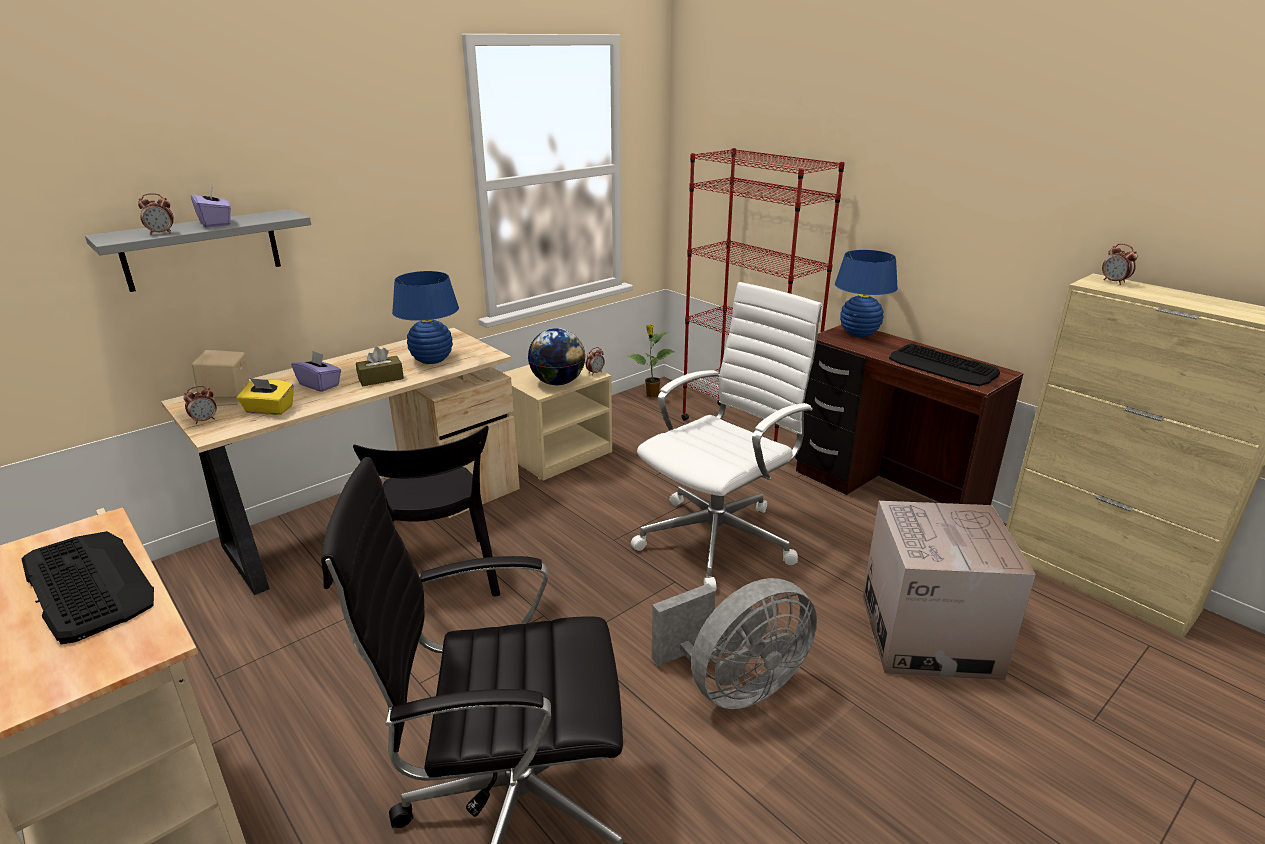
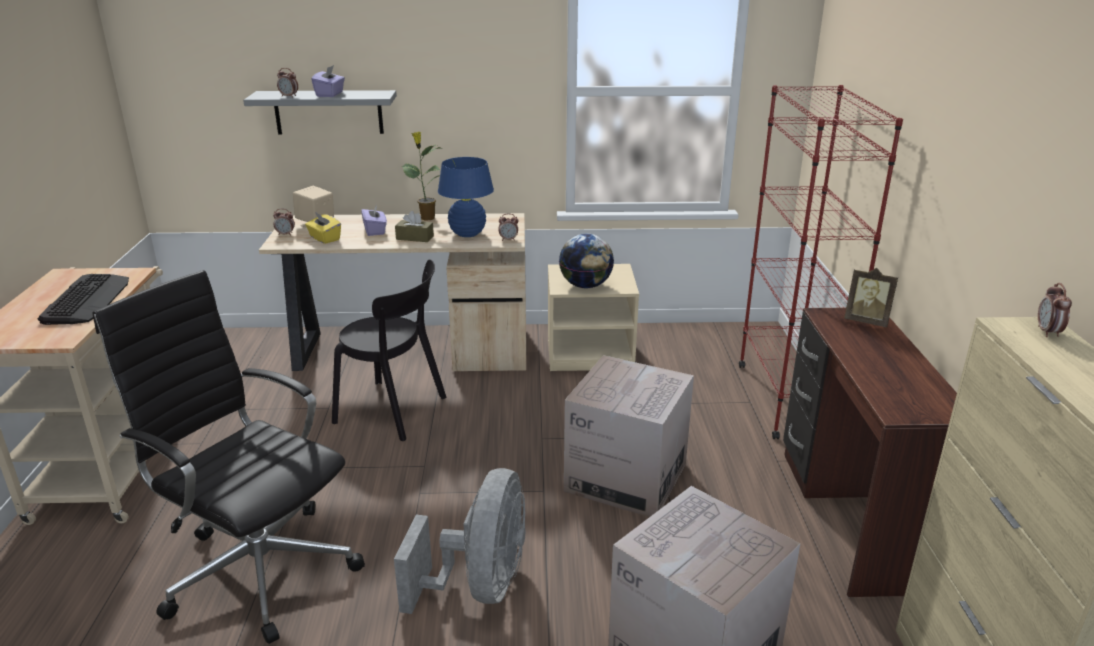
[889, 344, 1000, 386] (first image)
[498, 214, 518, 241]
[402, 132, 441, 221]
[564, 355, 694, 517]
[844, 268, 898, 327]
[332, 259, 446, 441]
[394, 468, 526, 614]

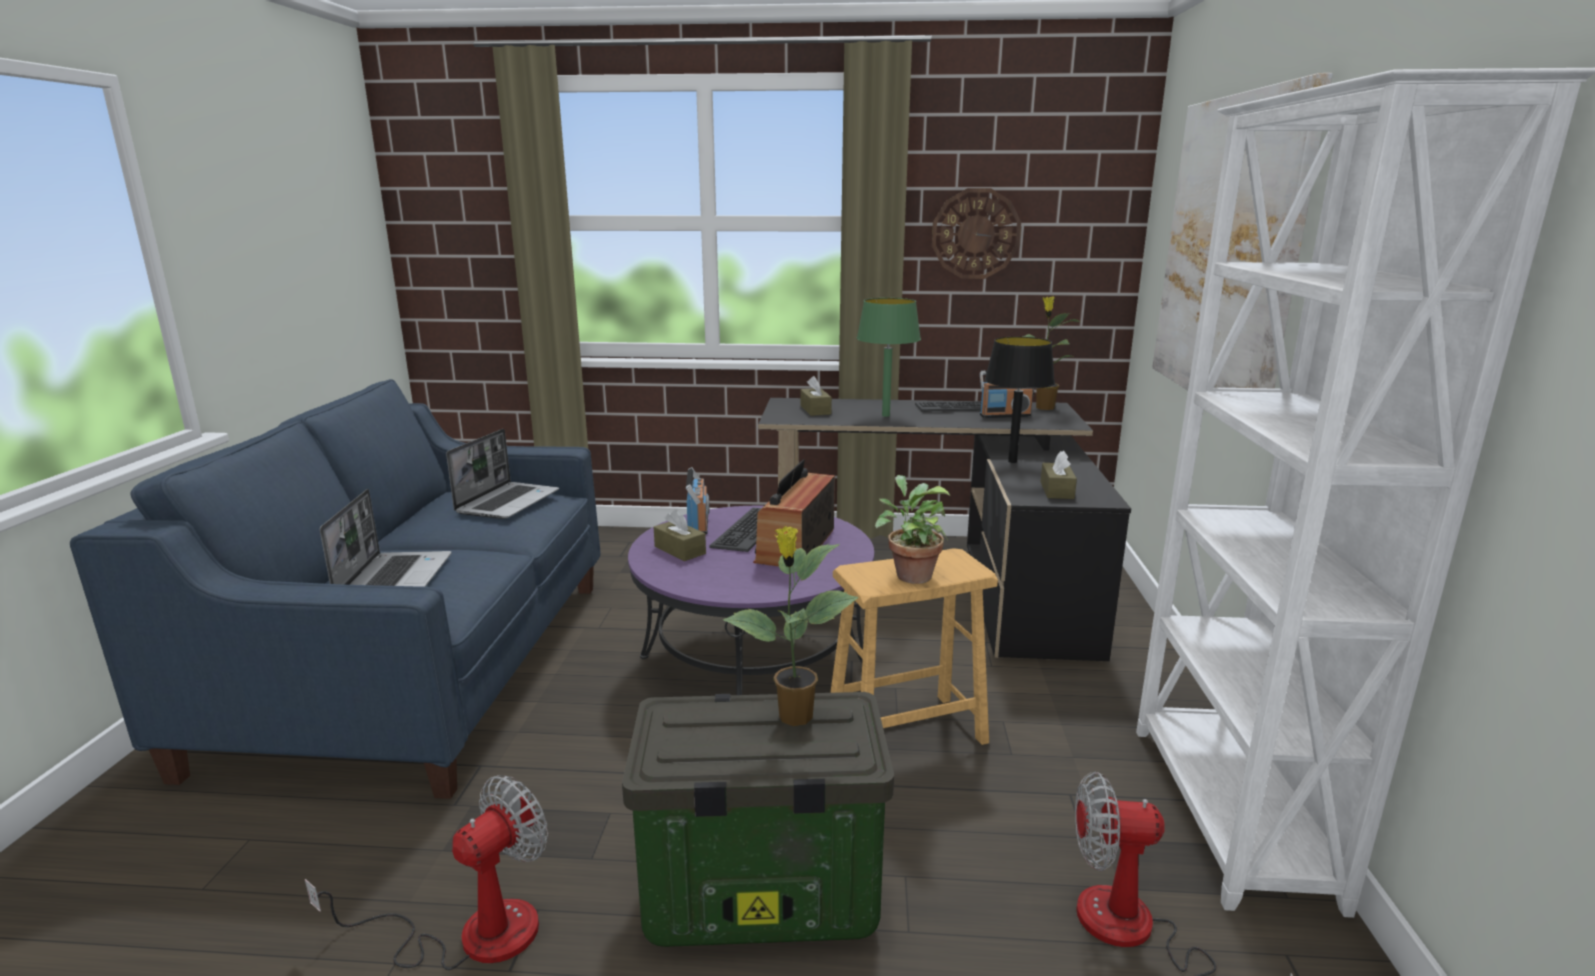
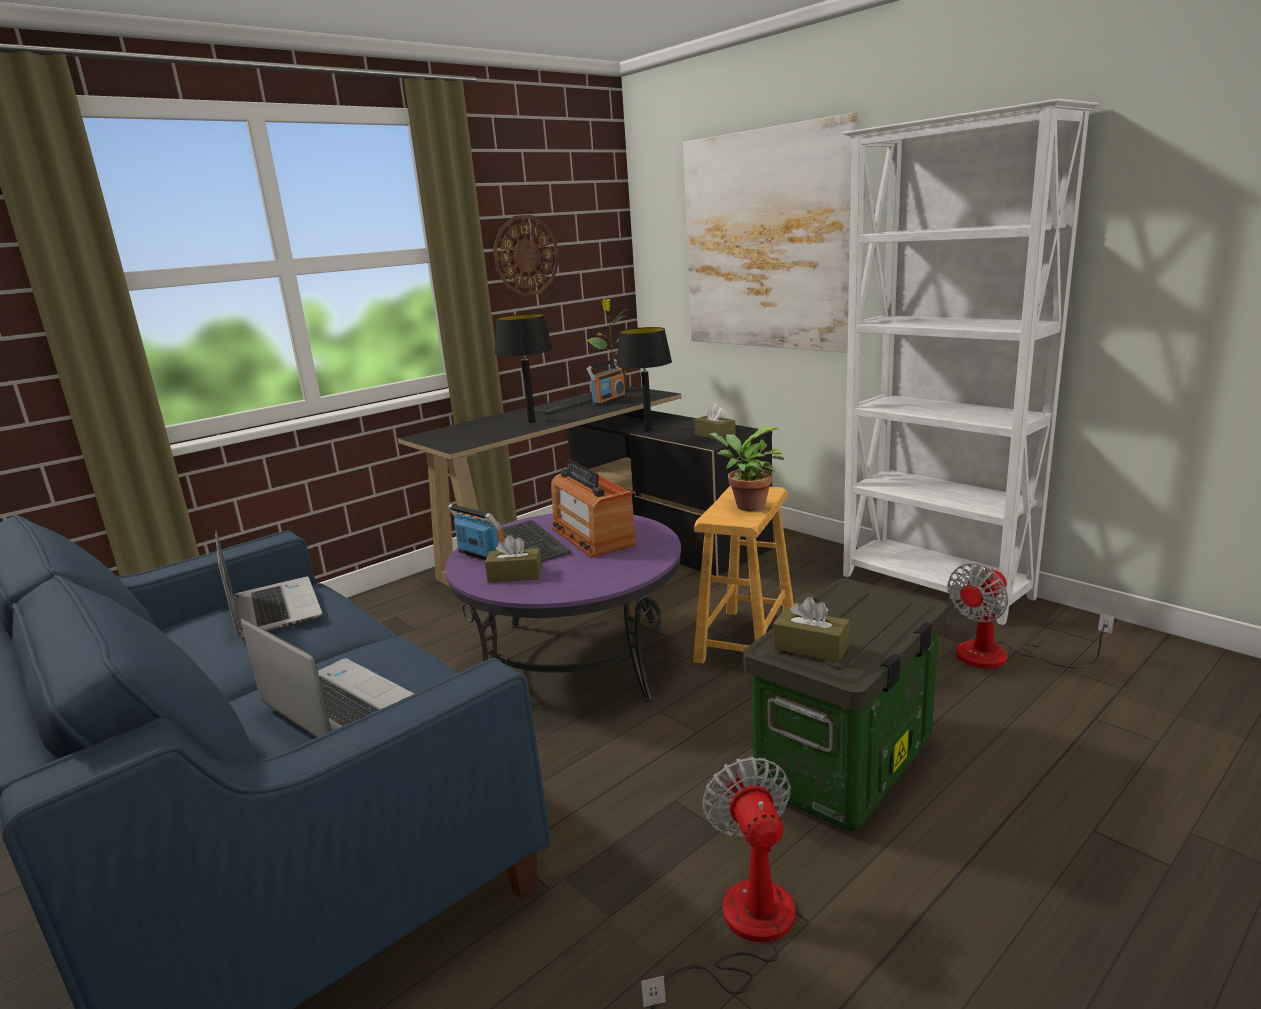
[722, 526, 859, 726] (first image)
[773, 597, 850, 662]
[494, 314, 553, 423]

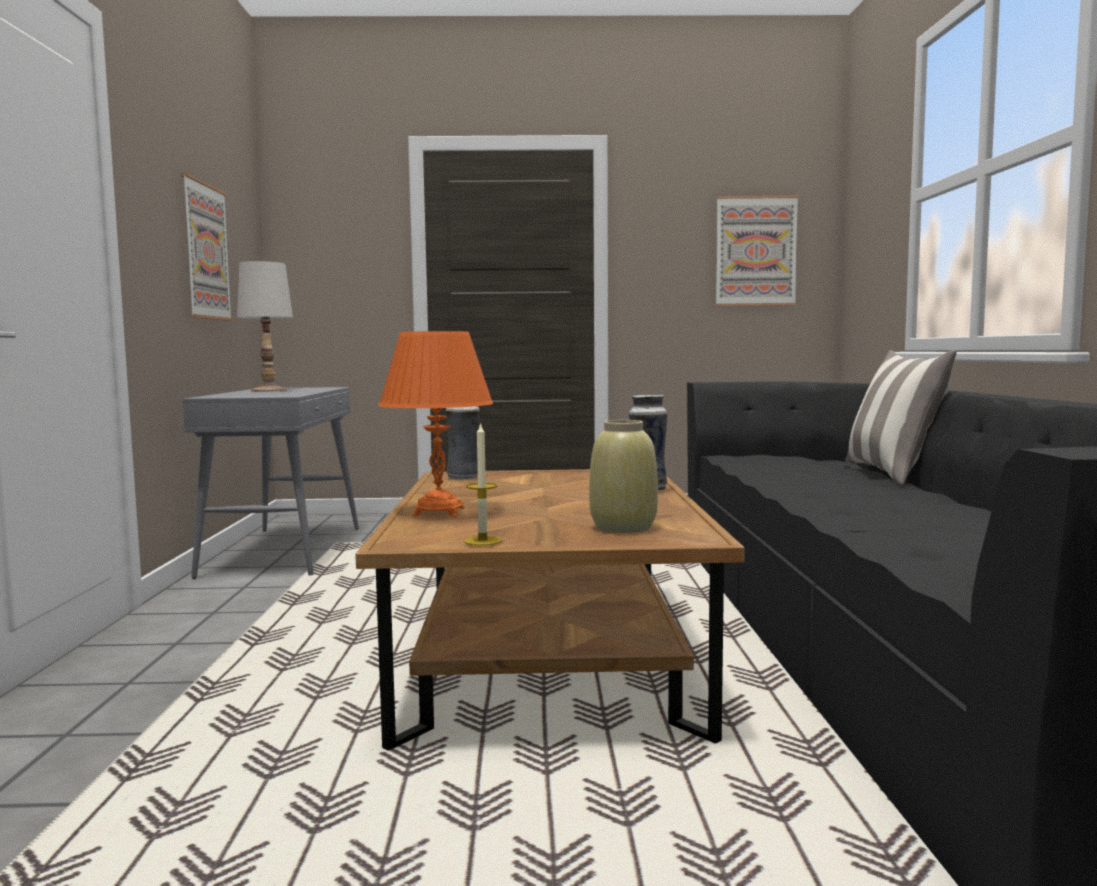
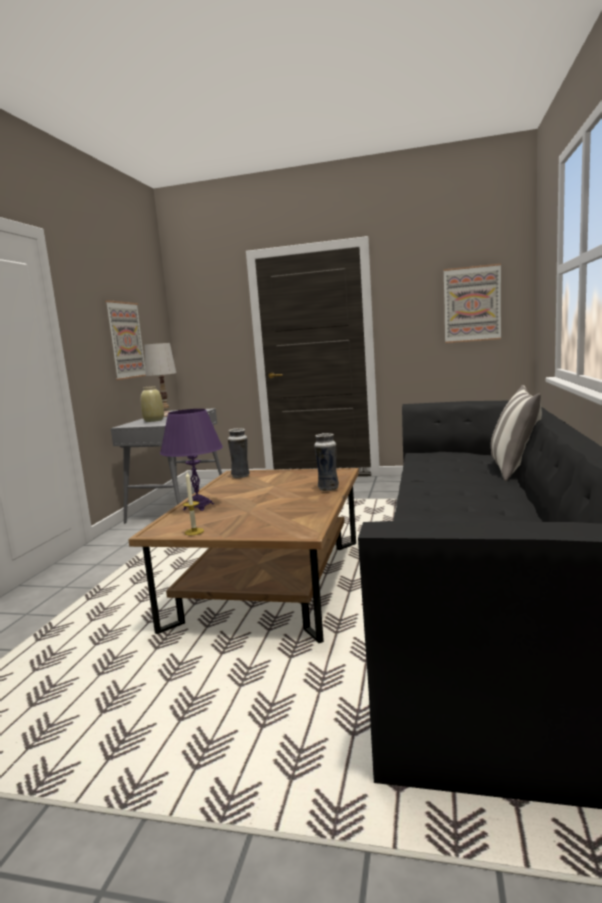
[141, 386, 164, 422]
[160, 409, 223, 511]

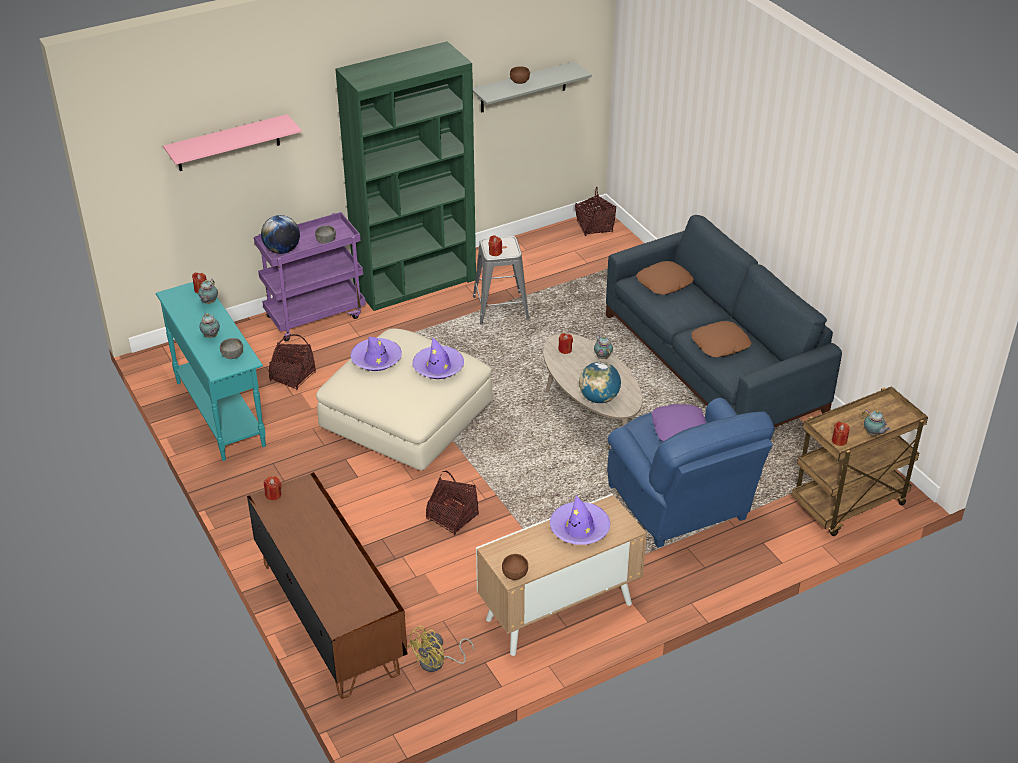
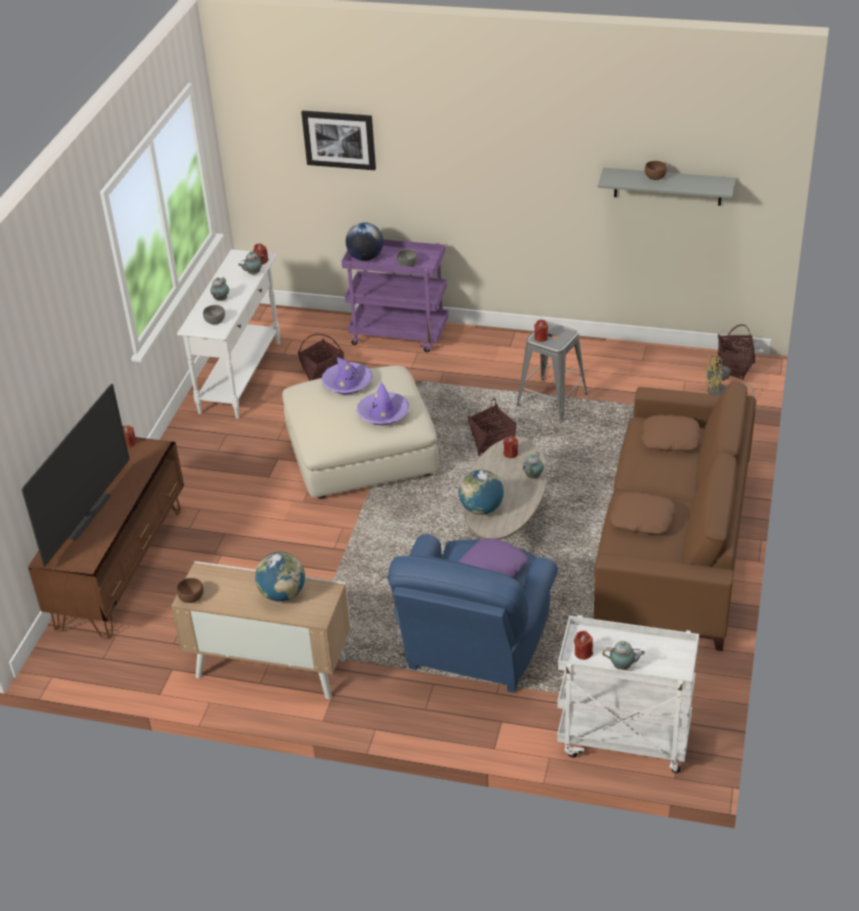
[335, 41, 476, 311] (first image)
[21, 384, 130, 566]
[704, 355, 754, 396]
[468, 398, 516, 456]
[301, 111, 376, 170]
[255, 552, 305, 602]
[177, 249, 280, 419]
[594, 381, 756, 651]
[557, 615, 699, 773]
[602, 641, 645, 670]

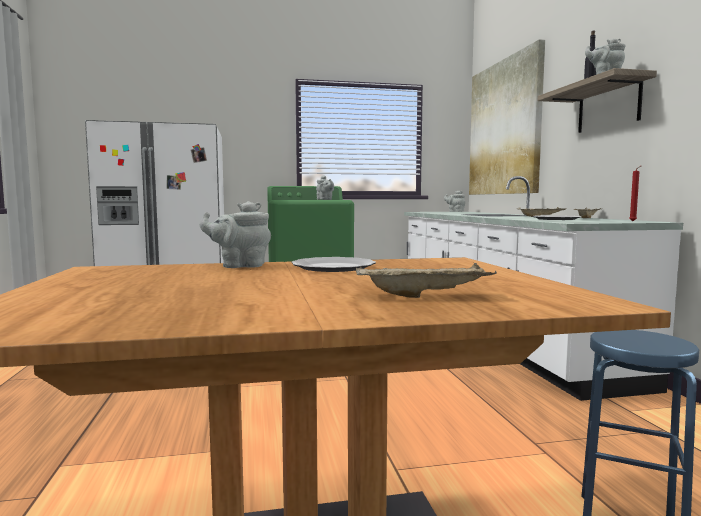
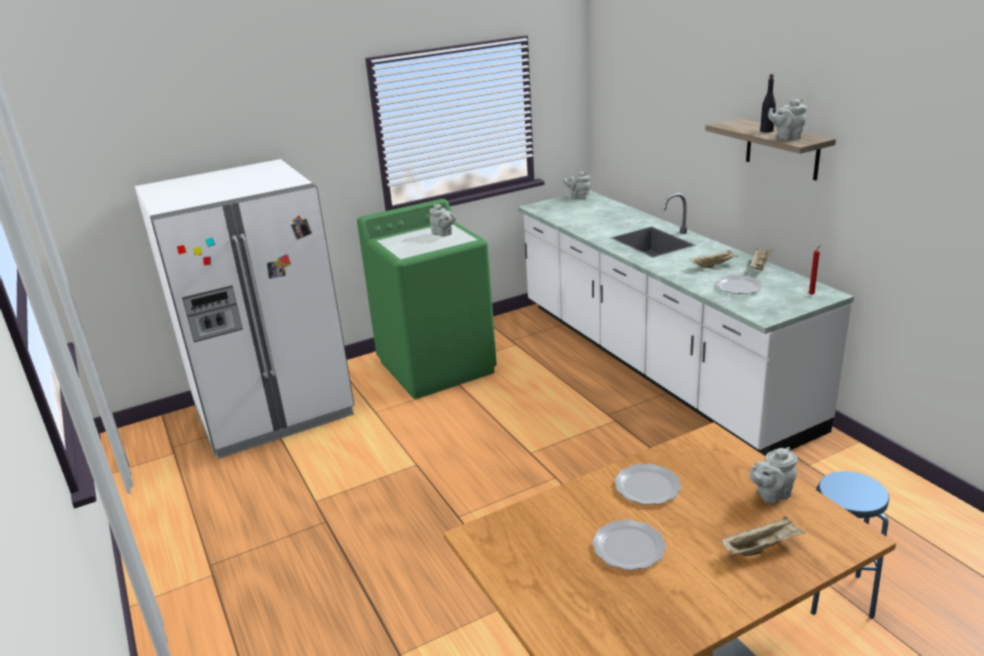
[469, 39, 545, 195] (first image)
[592, 520, 666, 570]
[750, 447, 798, 504]

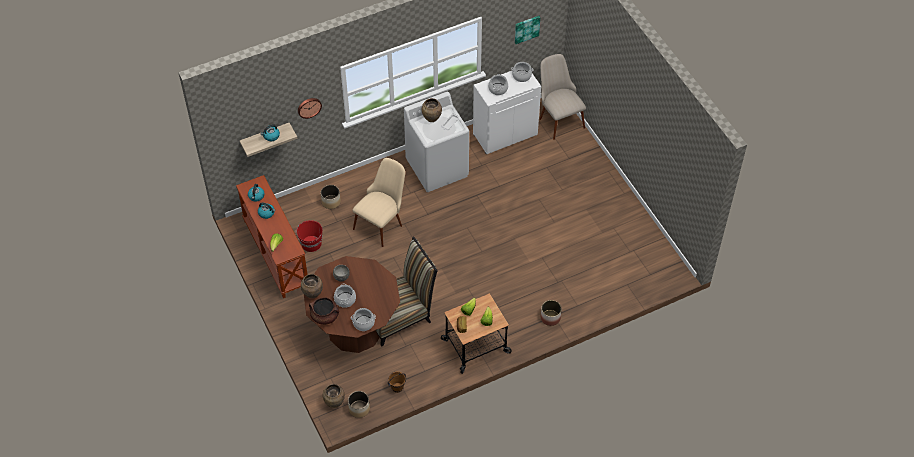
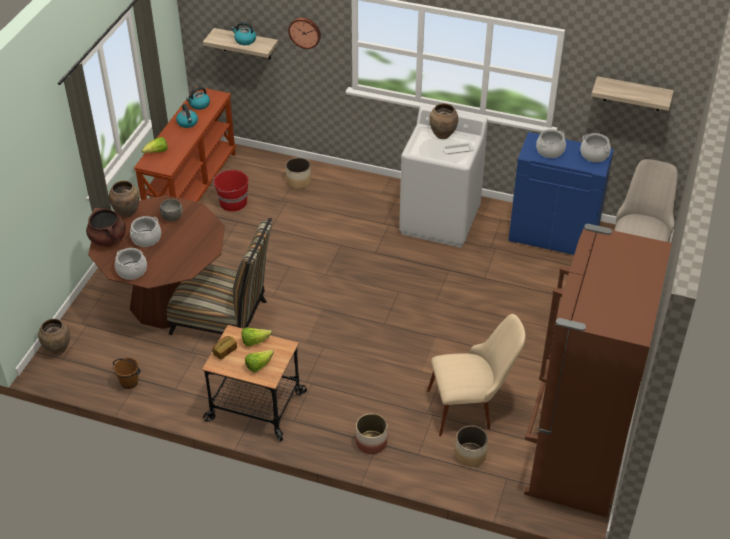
[524, 224, 672, 517]
[455, 425, 488, 467]
[427, 314, 526, 436]
[591, 76, 674, 111]
[508, 132, 614, 255]

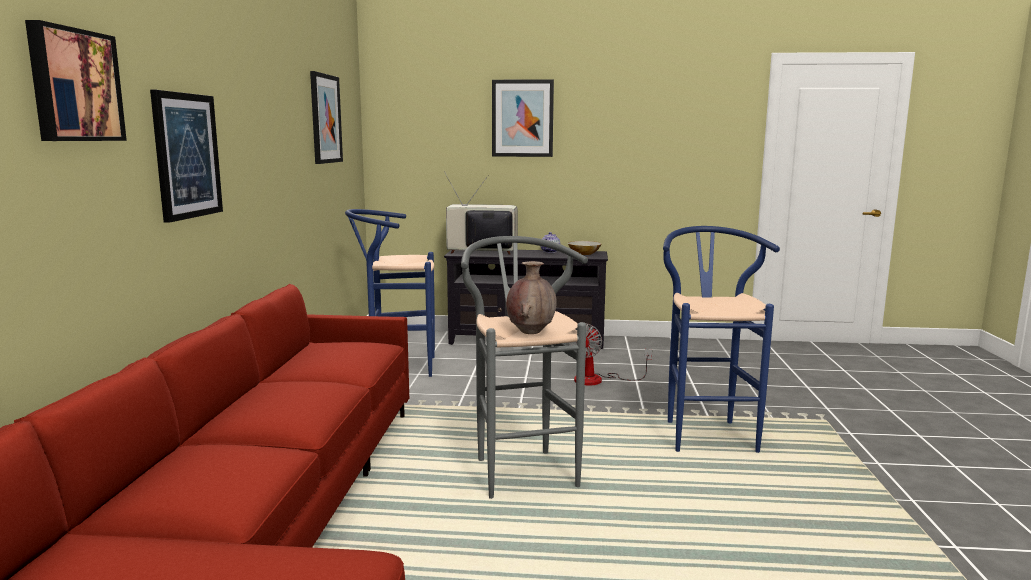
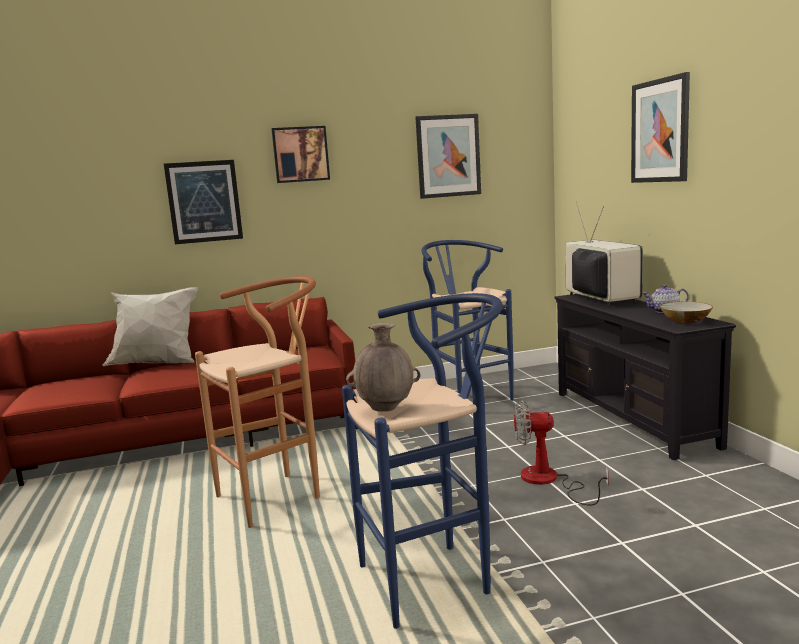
[102, 287, 198, 366]
[272, 126, 330, 183]
[346, 323, 420, 411]
[195, 276, 320, 528]

